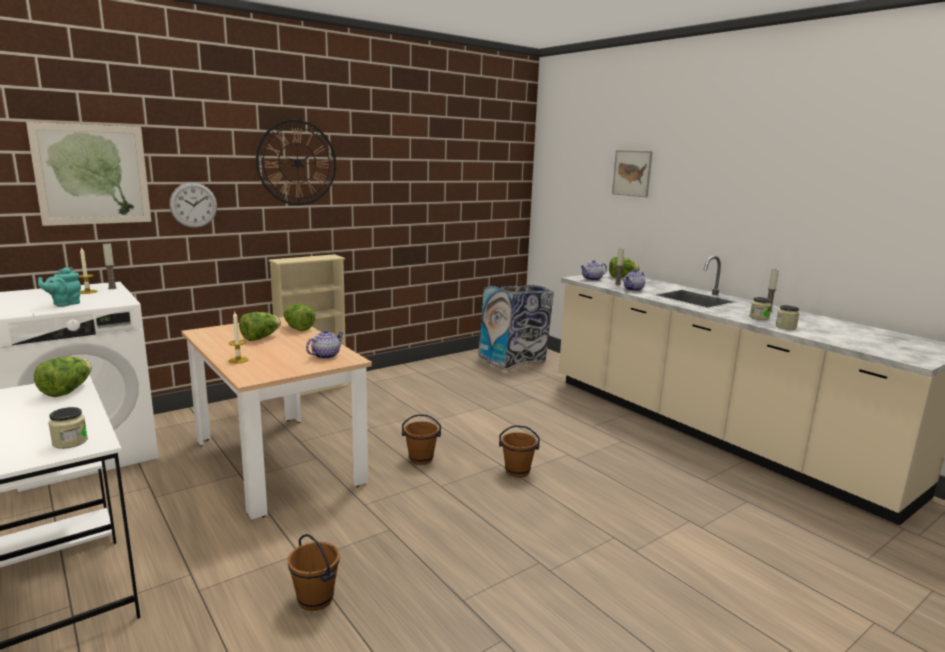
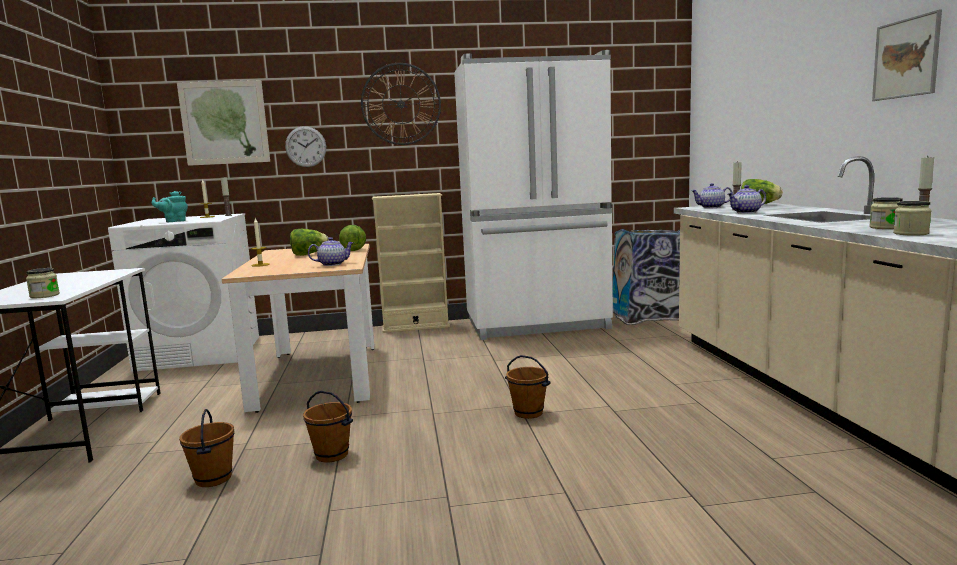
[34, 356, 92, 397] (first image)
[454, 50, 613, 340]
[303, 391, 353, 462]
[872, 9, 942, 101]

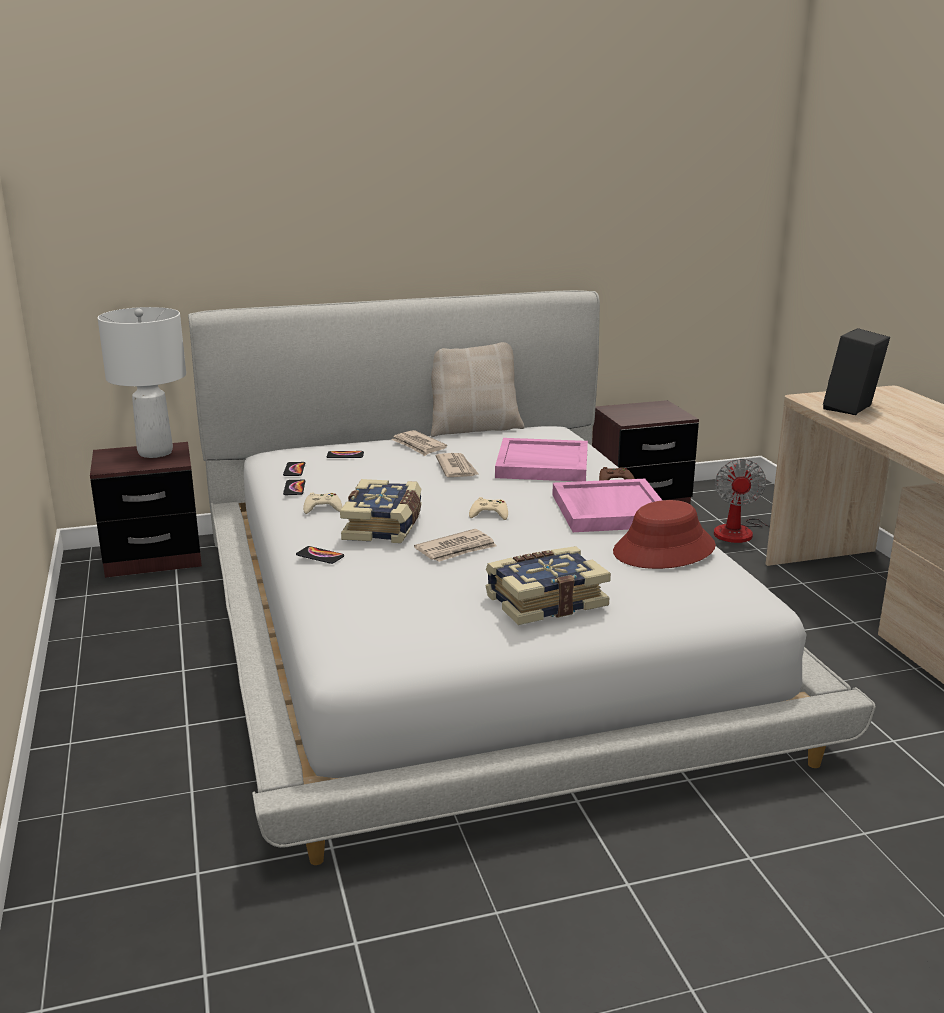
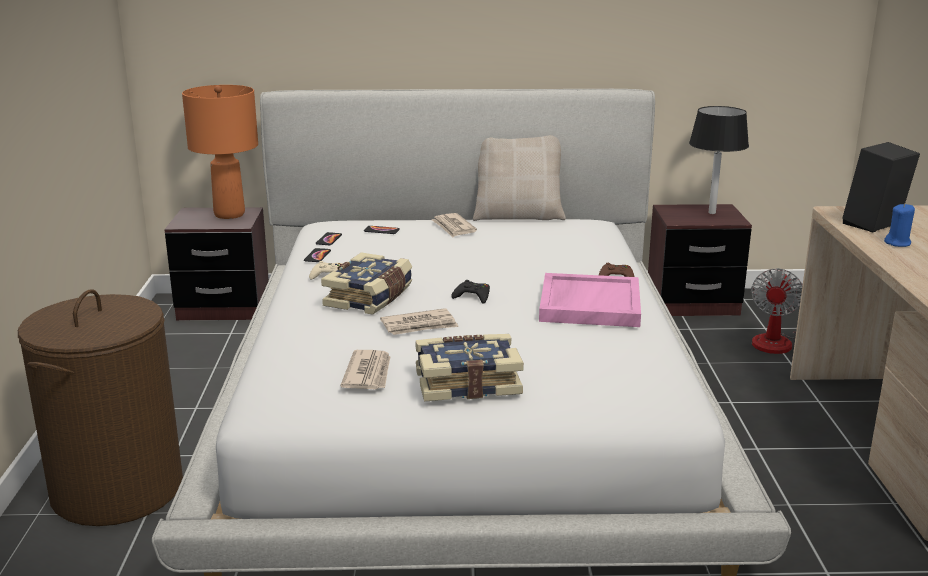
[296, 546, 344, 564] (first image)
[495, 438, 588, 482] (first image)
[613, 500, 716, 569] (first image)
[18, 289, 183, 526]
[689, 106, 749, 214]
[884, 203, 915, 247]
[341, 350, 390, 389]
[182, 85, 258, 219]
[451, 280, 490, 304]

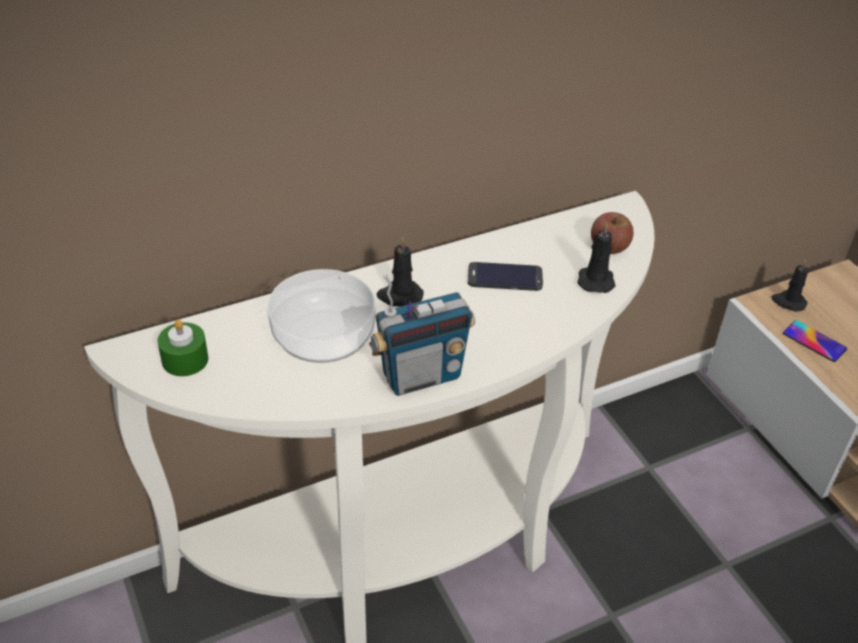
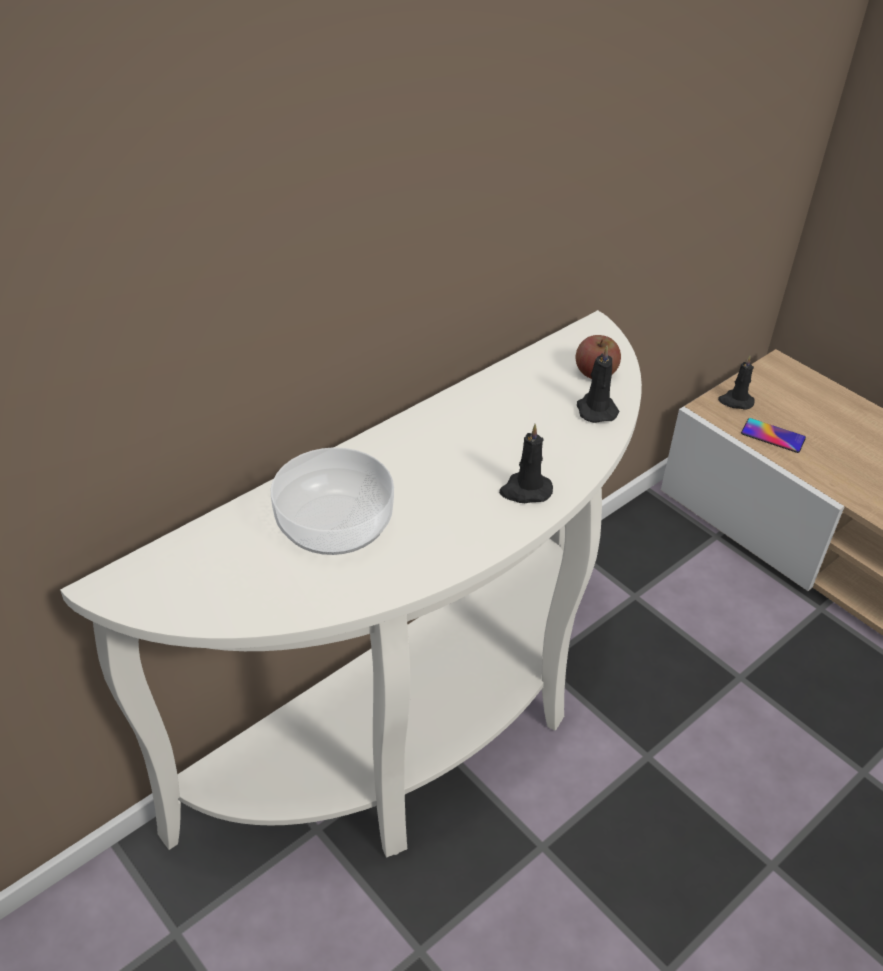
[158, 319, 208, 376] (first image)
[369, 274, 475, 396] (first image)
[468, 262, 543, 291] (first image)
[499, 424, 553, 503]

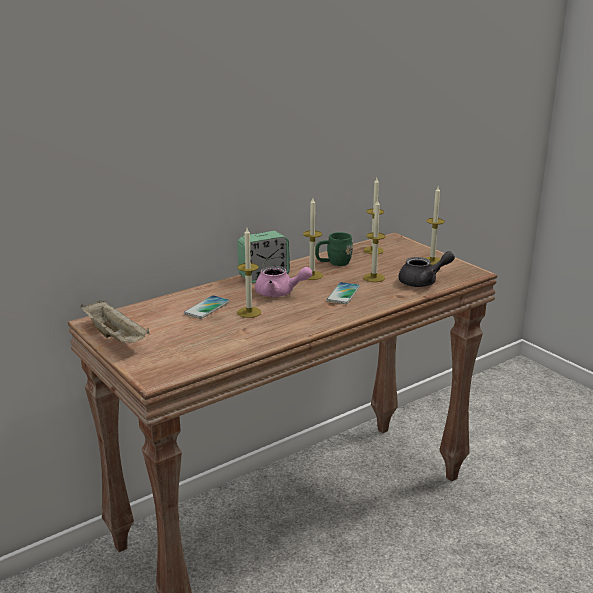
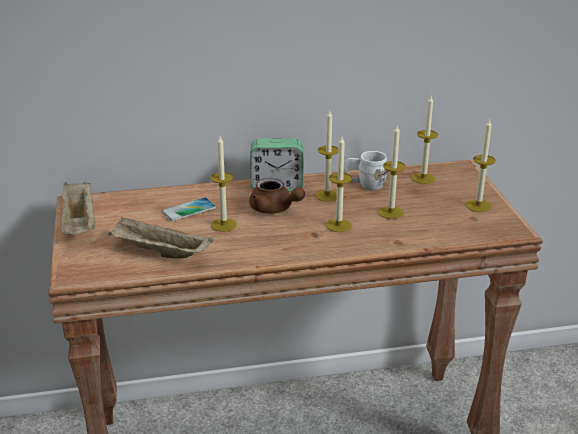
[399, 251, 455, 287] (first image)
[108, 217, 213, 259]
[326, 137, 352, 232]
[249, 178, 305, 214]
[344, 151, 389, 190]

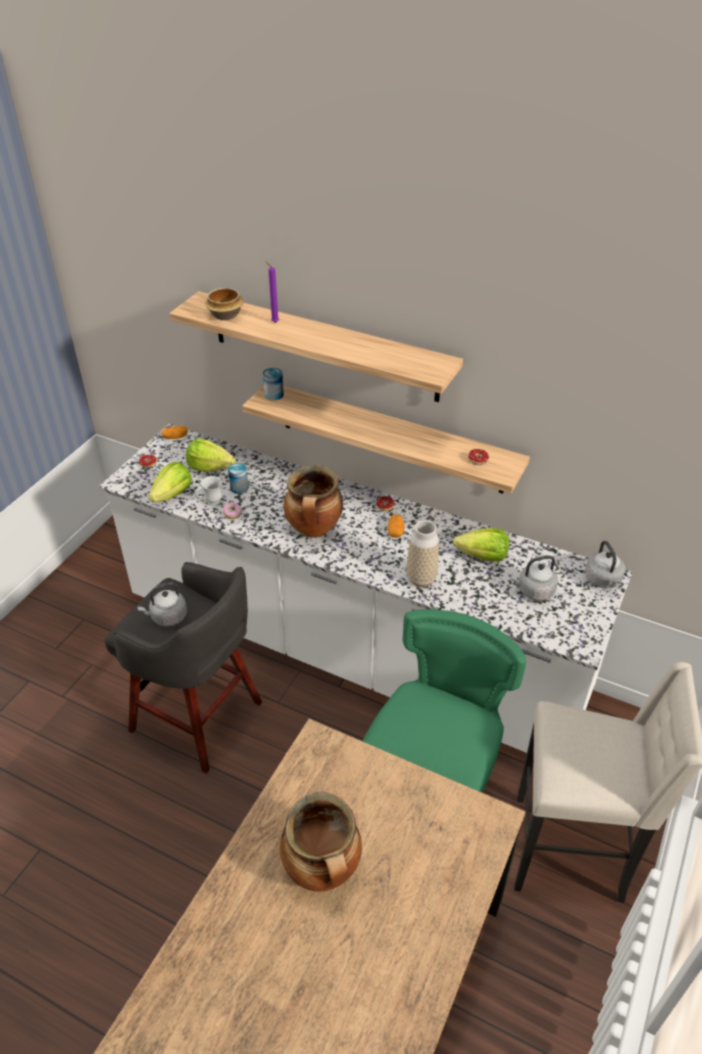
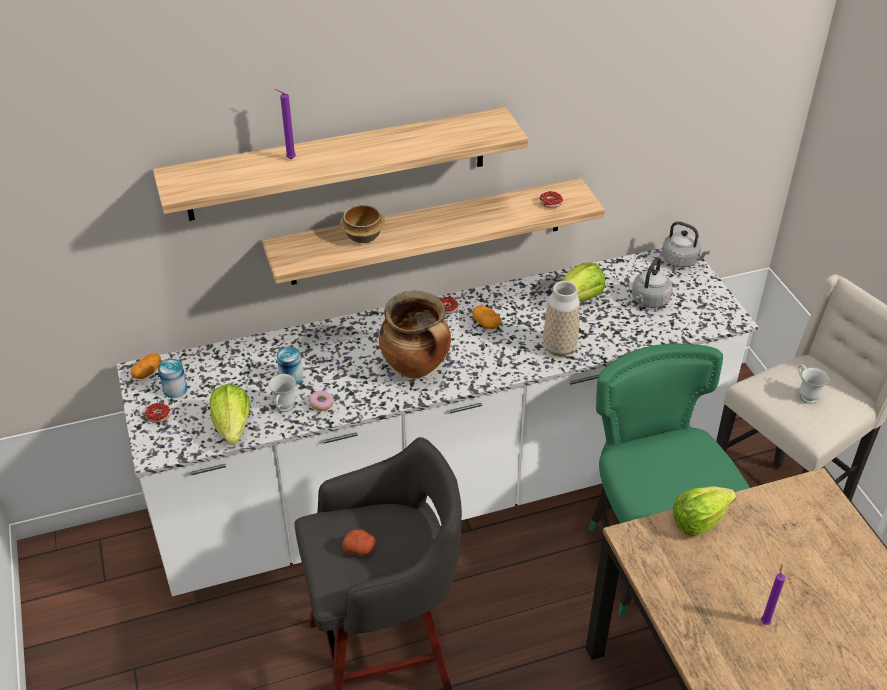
[798, 364, 829, 404]
[673, 486, 736, 536]
[340, 204, 385, 243]
[158, 359, 187, 398]
[342, 529, 376, 555]
[761, 564, 785, 625]

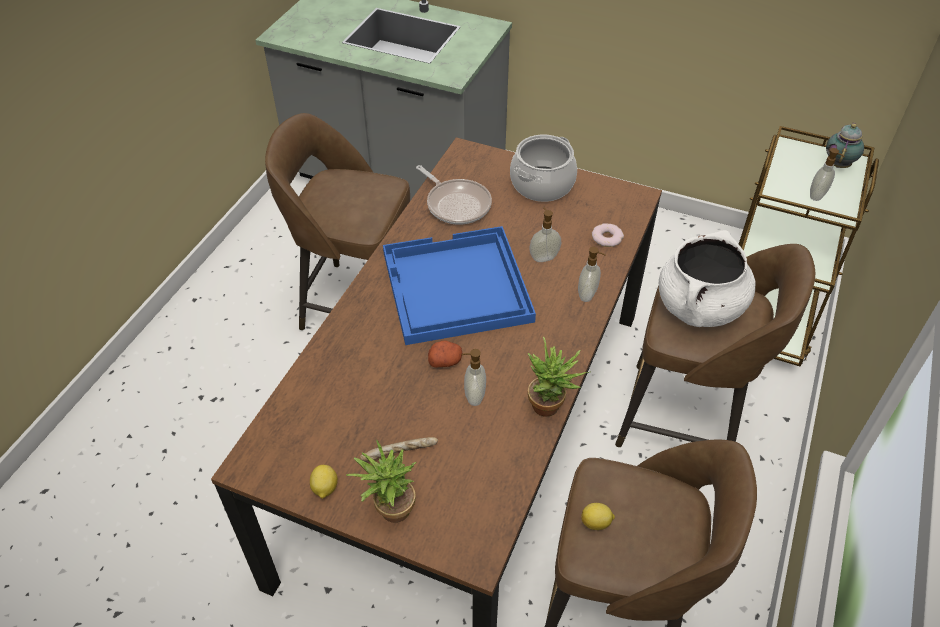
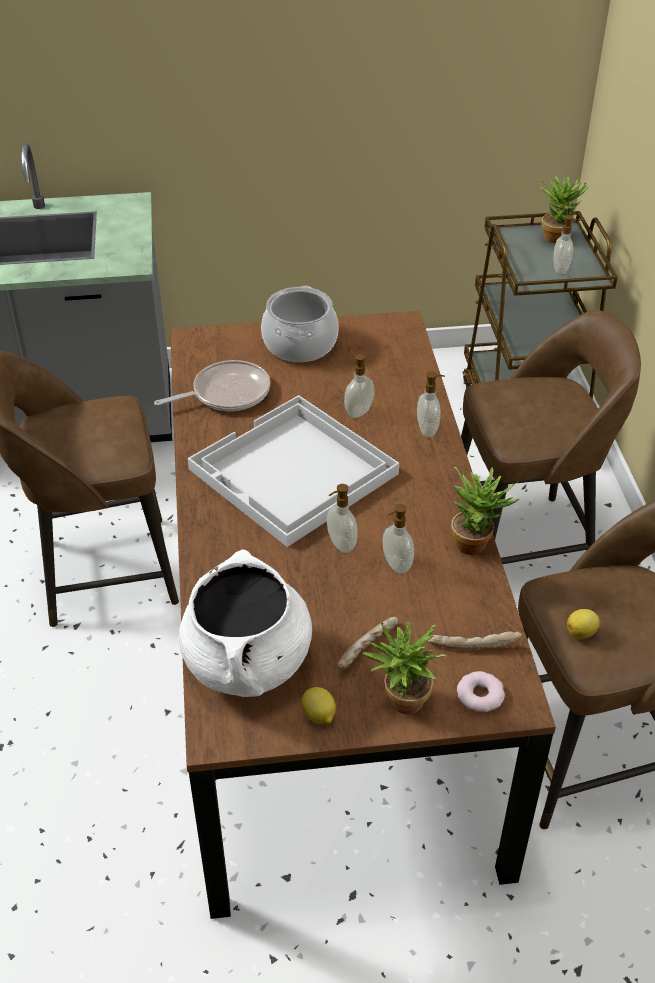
[428, 631, 522, 650]
[457, 671, 505, 712]
[179, 549, 312, 697]
[327, 484, 358, 553]
[540, 176, 589, 243]
[188, 395, 399, 547]
[154, 360, 270, 411]

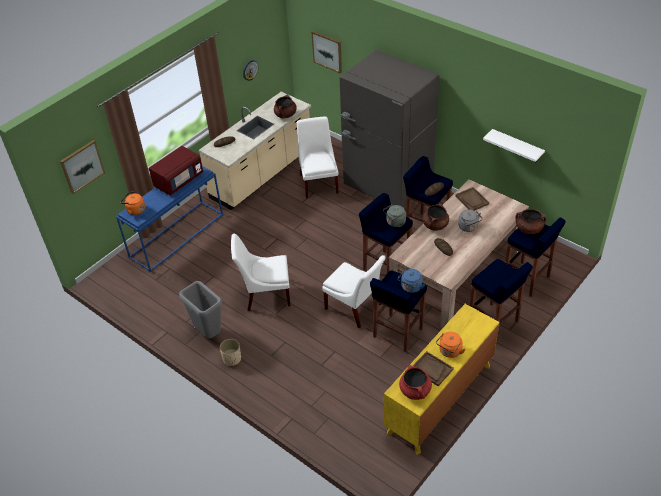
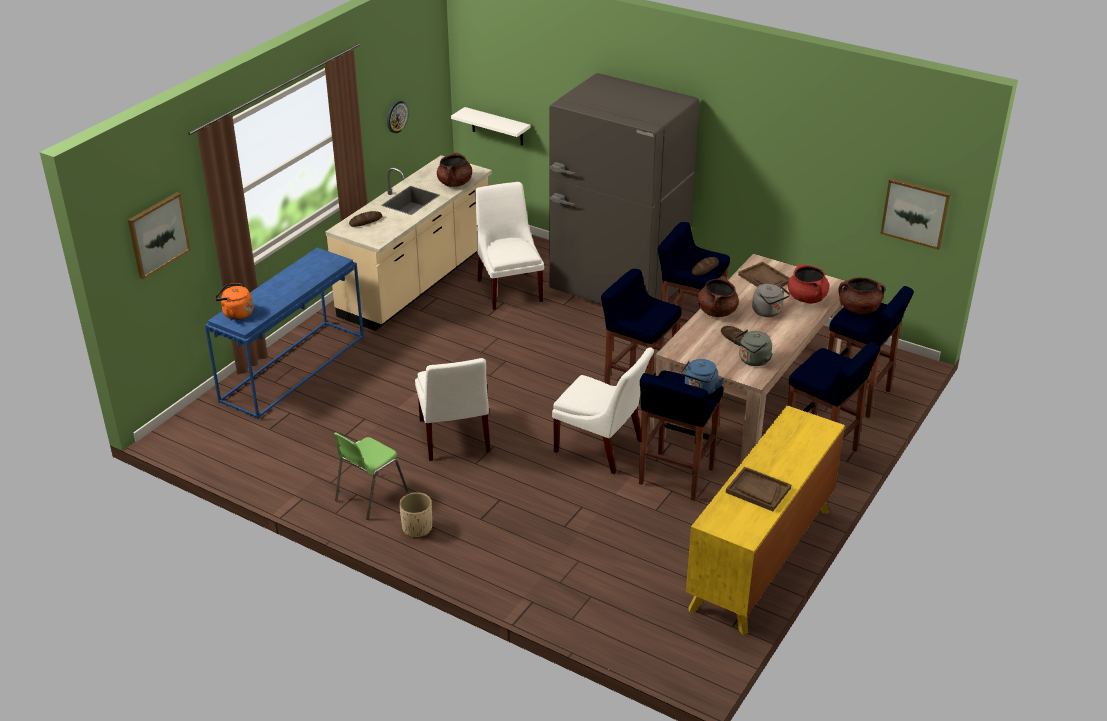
[149, 146, 203, 195] (first image)
[436, 332, 466, 358] (first image)
[880, 178, 950, 250]
[734, 329, 773, 366]
[788, 264, 829, 304]
[451, 107, 530, 145]
[334, 432, 408, 520]
[415, 358, 490, 461]

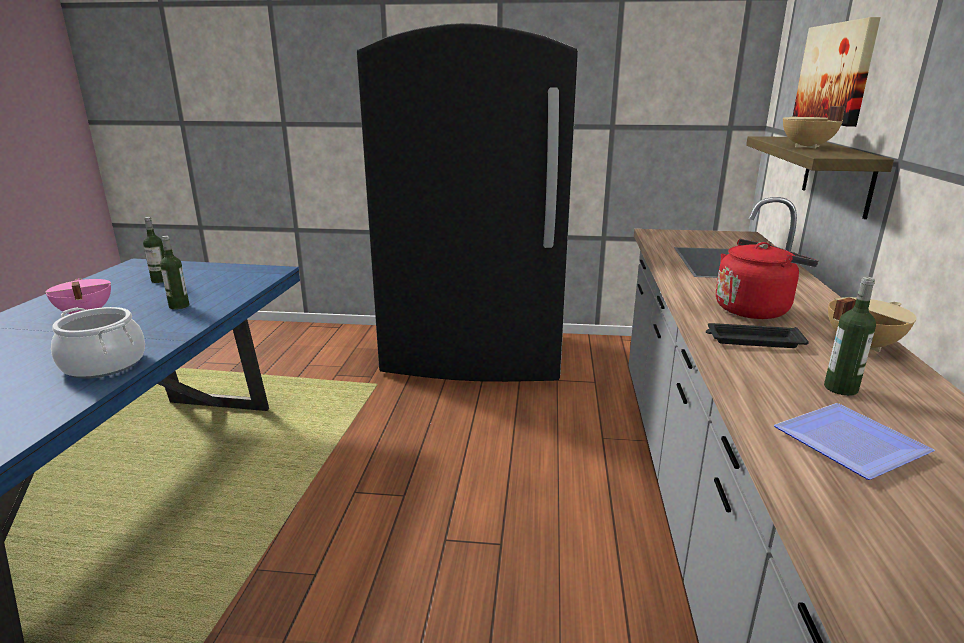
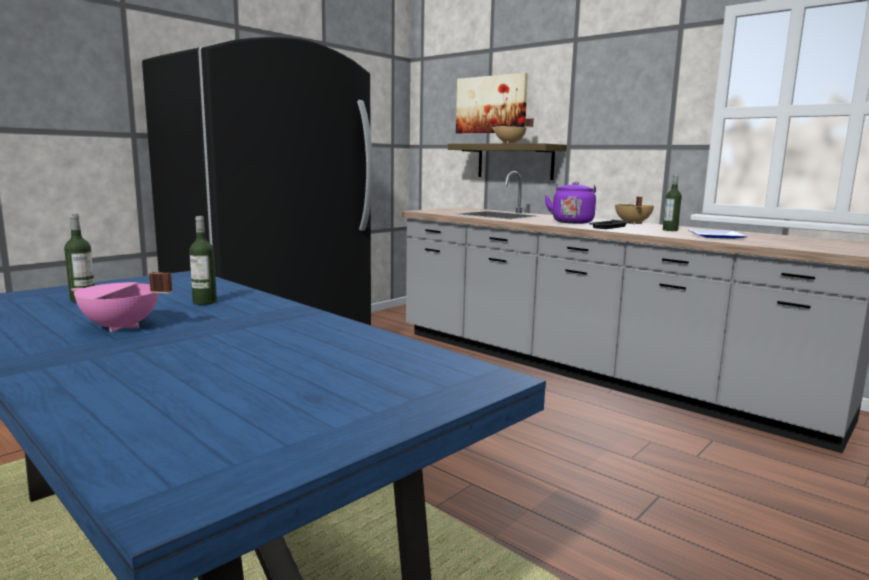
[51, 307, 145, 379] (first image)
[544, 182, 596, 224]

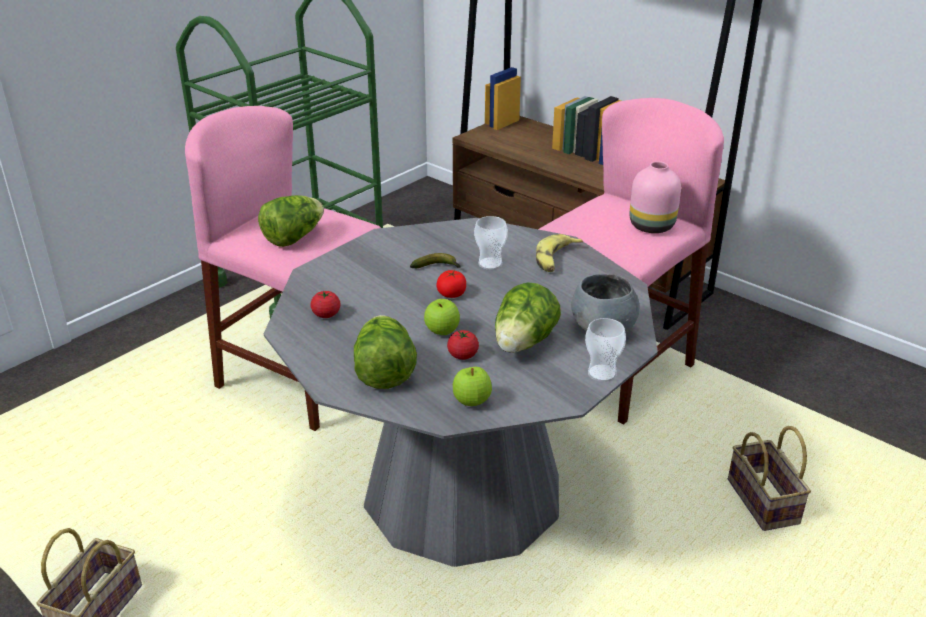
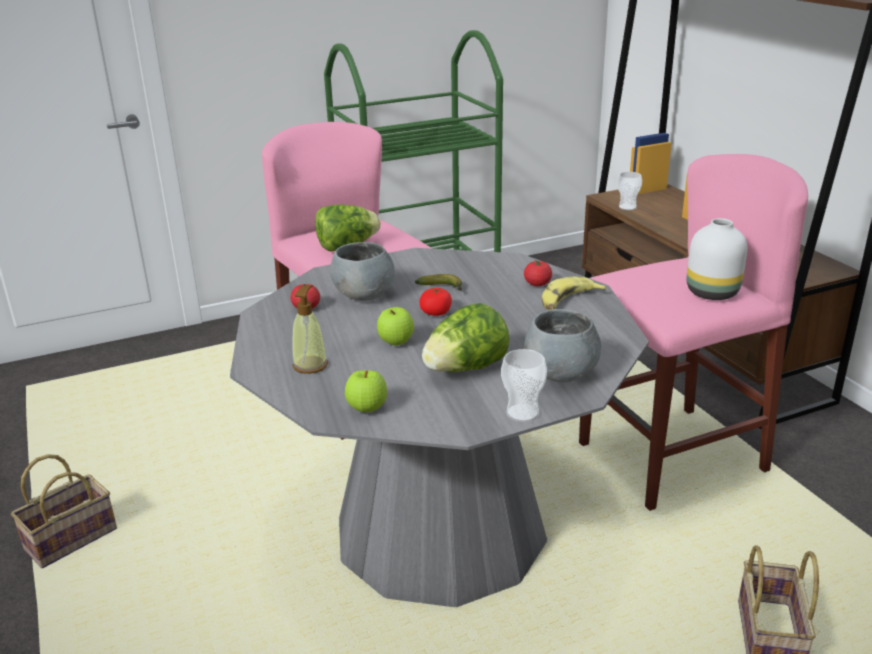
[330, 242, 395, 300]
[524, 260, 552, 286]
[617, 172, 642, 210]
[292, 285, 328, 374]
[687, 218, 747, 300]

